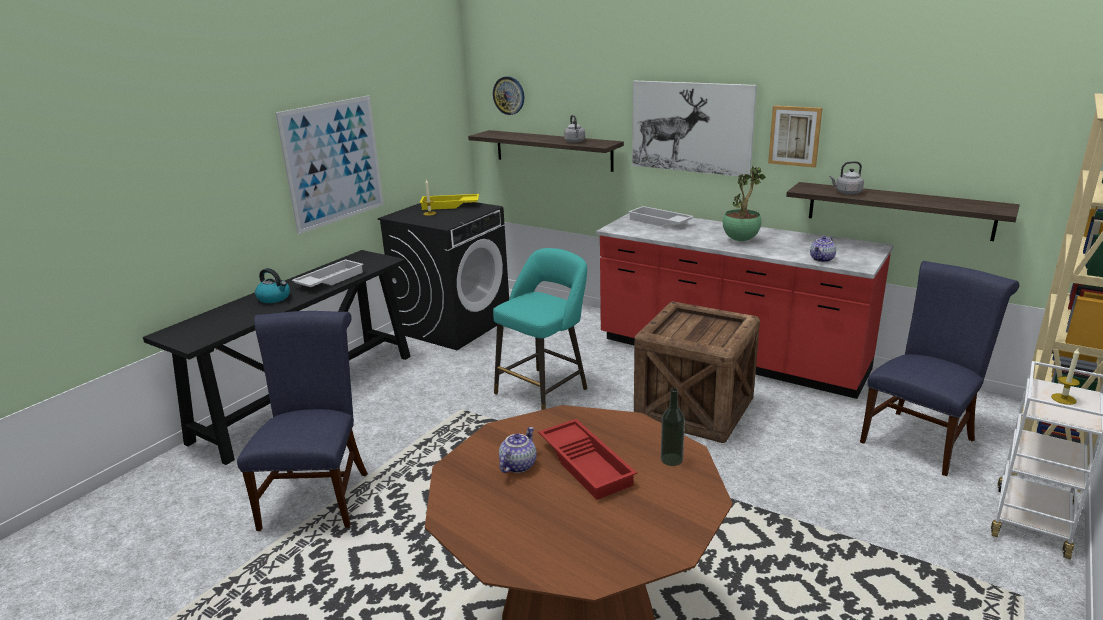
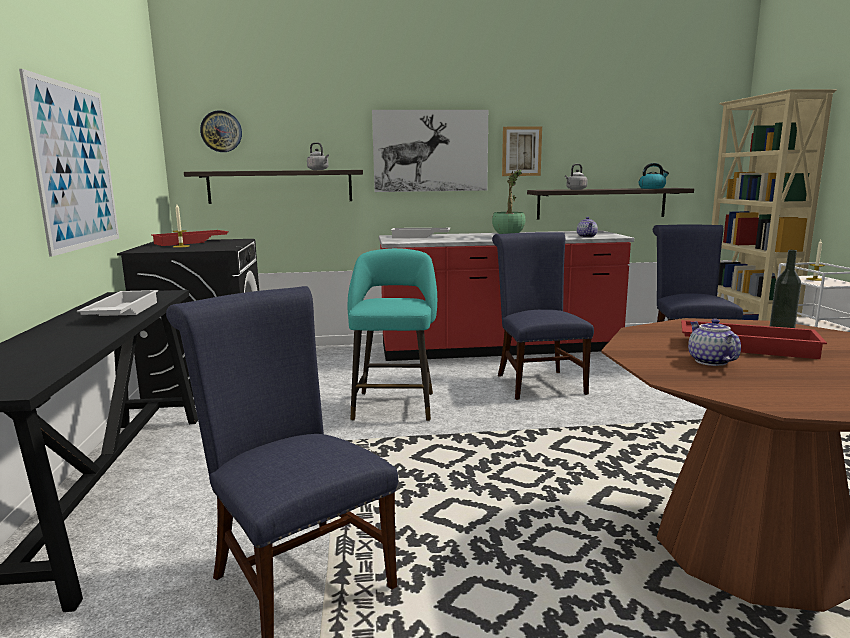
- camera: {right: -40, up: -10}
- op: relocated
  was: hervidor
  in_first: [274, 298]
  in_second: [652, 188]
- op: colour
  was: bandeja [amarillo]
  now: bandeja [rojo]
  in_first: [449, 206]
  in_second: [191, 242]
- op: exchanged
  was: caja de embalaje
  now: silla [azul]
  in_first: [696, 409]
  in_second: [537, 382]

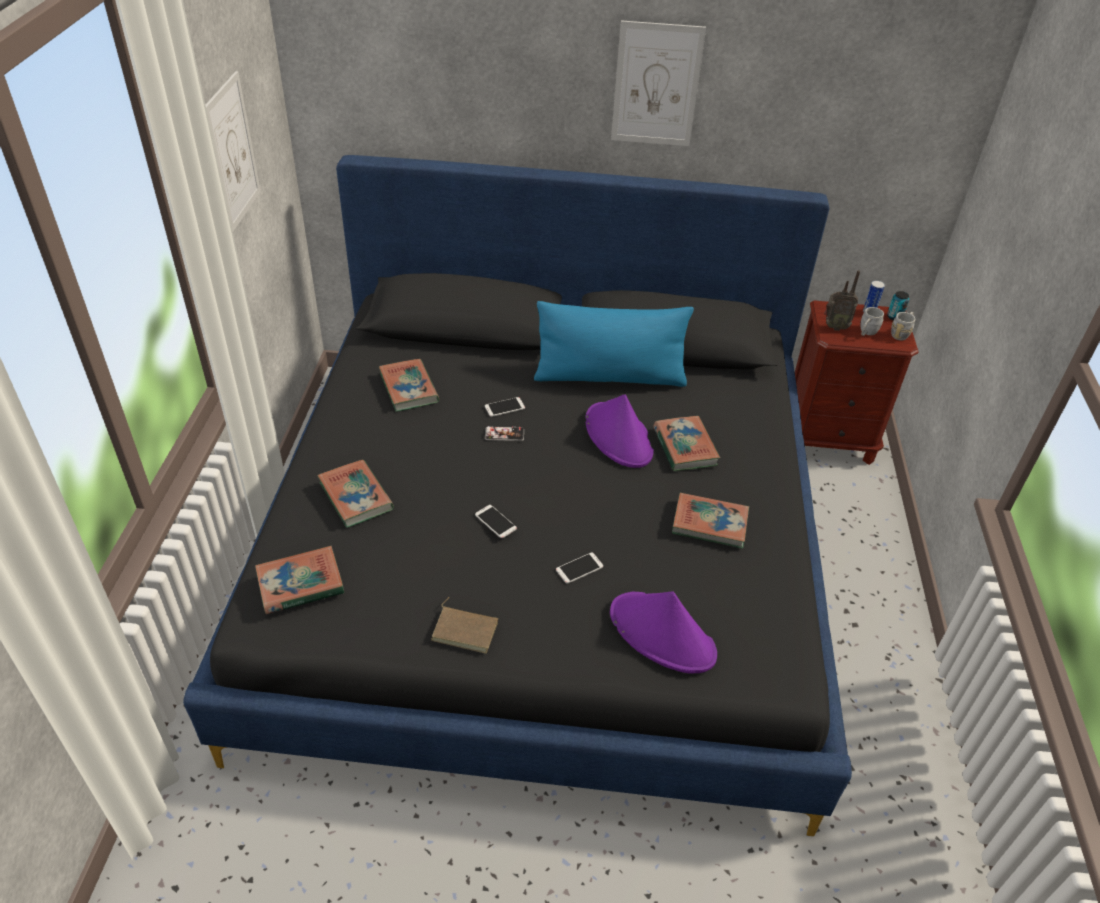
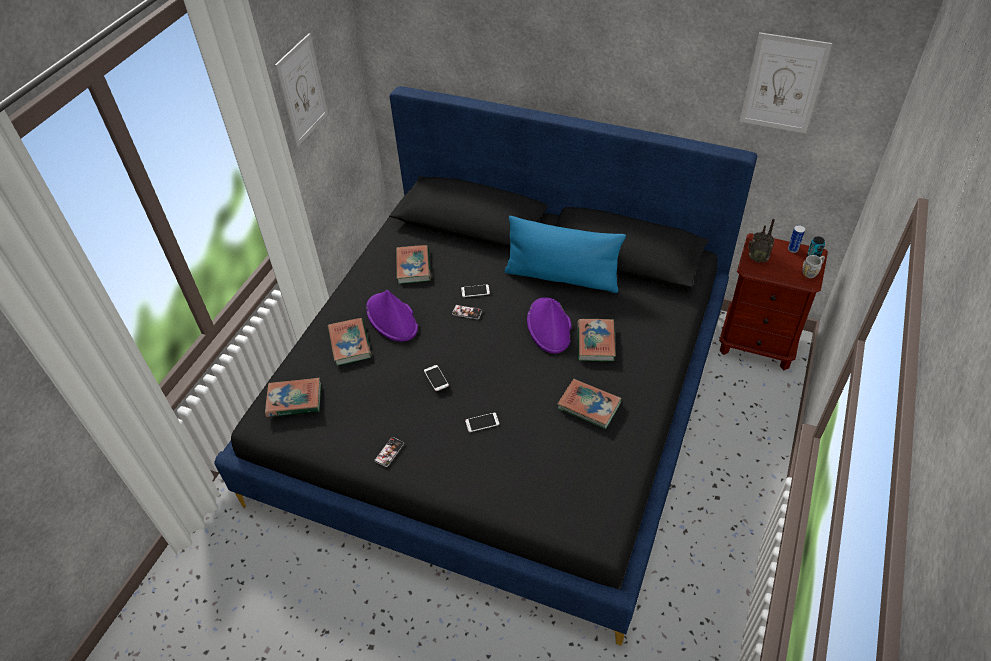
- camera: {right: 20, up: 5}
- op: exchanged
  was: libro [marrón]
  now: móvil
  in_first: [466, 630]
  in_second: [389, 452]
- op: relocated
  was: sombrero [morado]
  in_first: [662, 634]
  in_second: [392, 318]
- op: relocated
  was: cuadro
  in_first: [656, 85]
  in_second: [783, 84]
- op: missing
  was: taza grande [gris]
  in_first: [866, 333]

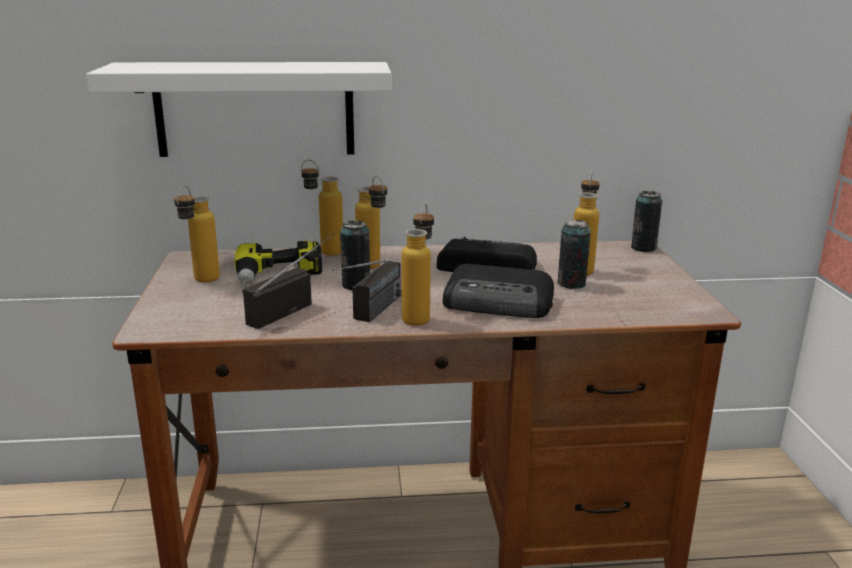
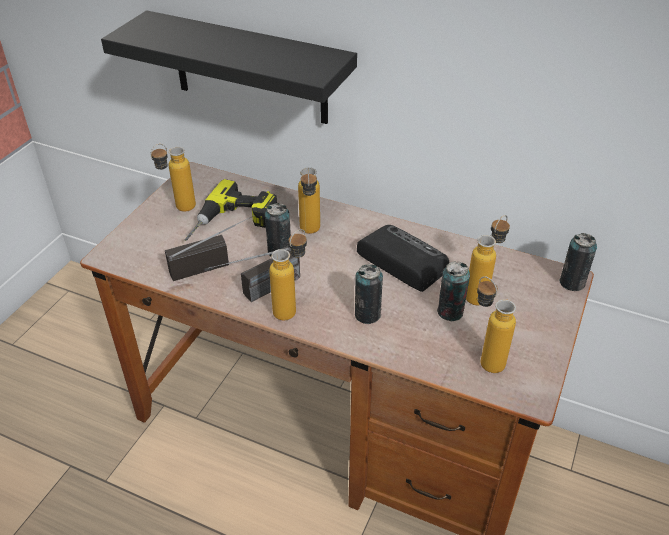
- camera: {right: 30, up: 20}
- op: colour
  was: estante [blanco]
  now: estante [negro]
  in_first: [255, 109]
  in_second: [249, 69]
- op: relocated
  was: botella
  in_first: [323, 251]
  in_second: [484, 358]
- op: exchanged
  was: radio
  now: lata
  in_first: [499, 302]
  in_second: [367, 314]

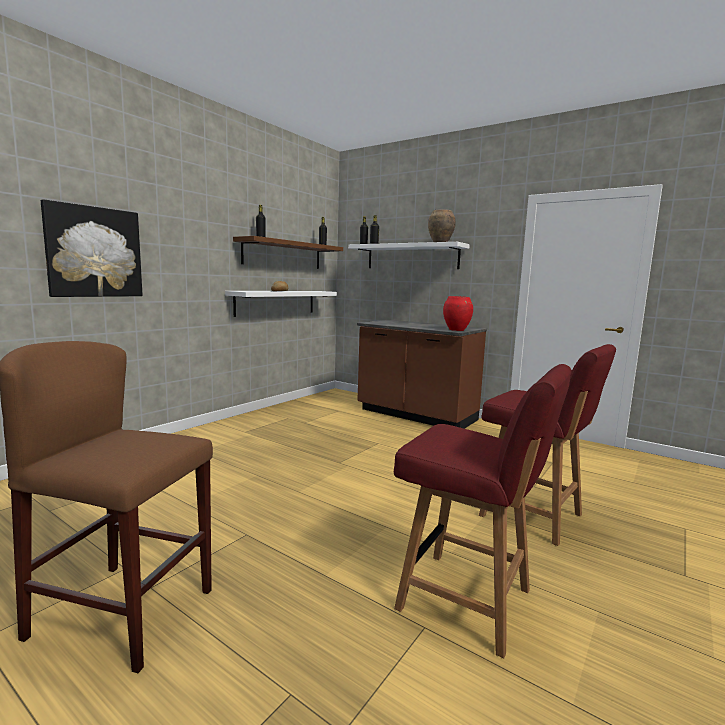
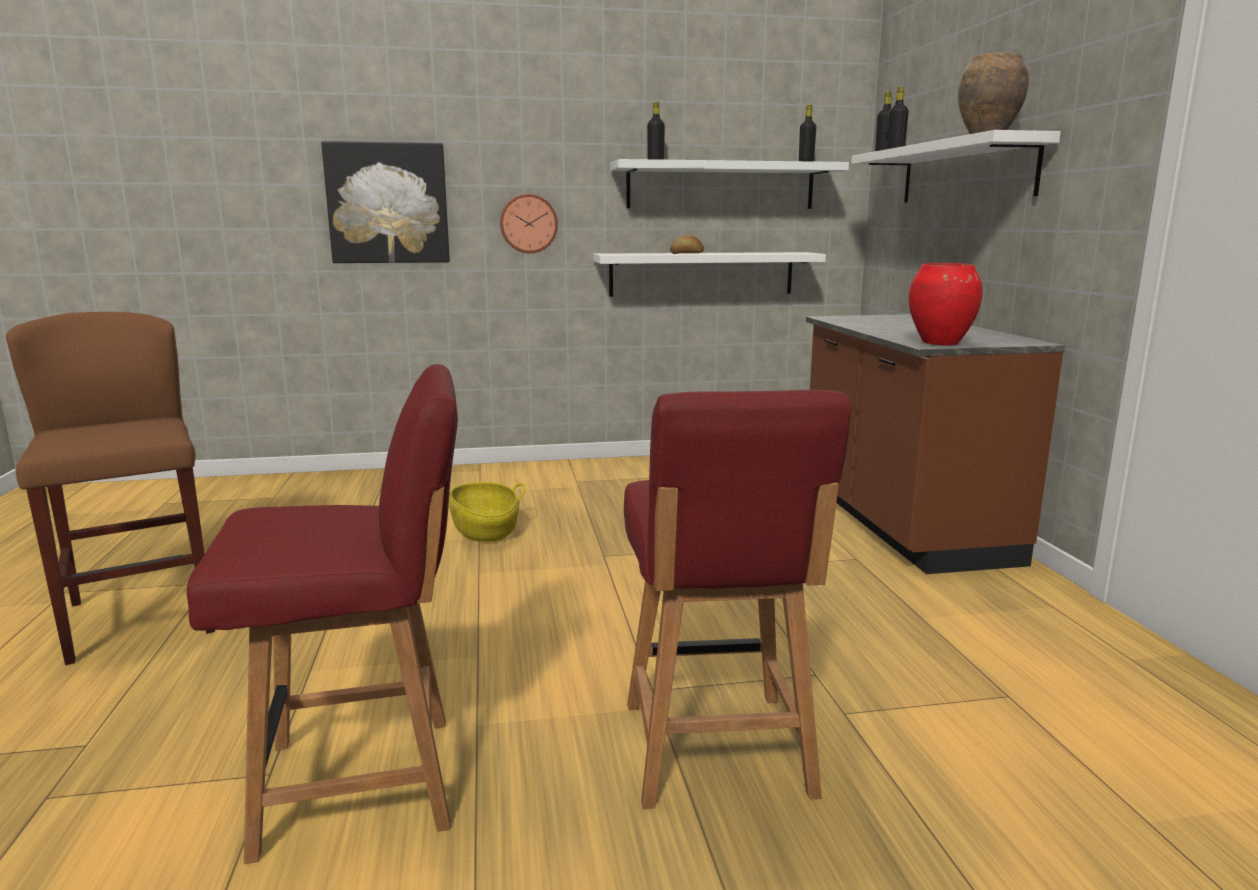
- camera: {right: 45, up: 5}
- op: colour
  was: estante [marrón]
  now: estante [blanco]
  in_first: [283, 254]
  in_second: [721, 186]
- op: spun
  was: silla [rojo]
  in_first: [468, 601]
  in_second: [364, 783]
  clockwise: -90
- op: appeared
  now: cesta
  in_second: [485, 530]
- op: appeared
  now: reloj de pared
  in_second: [528, 223]

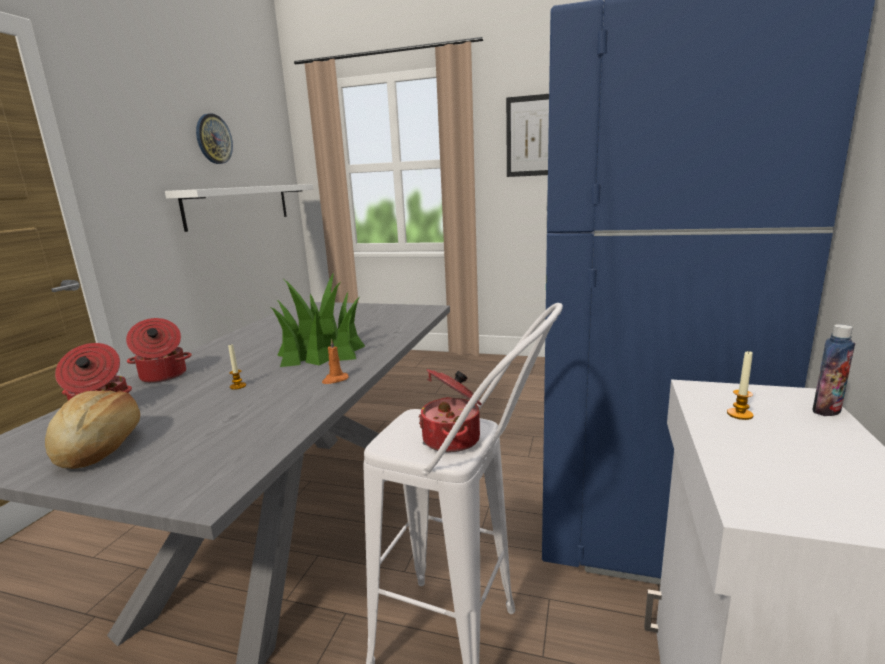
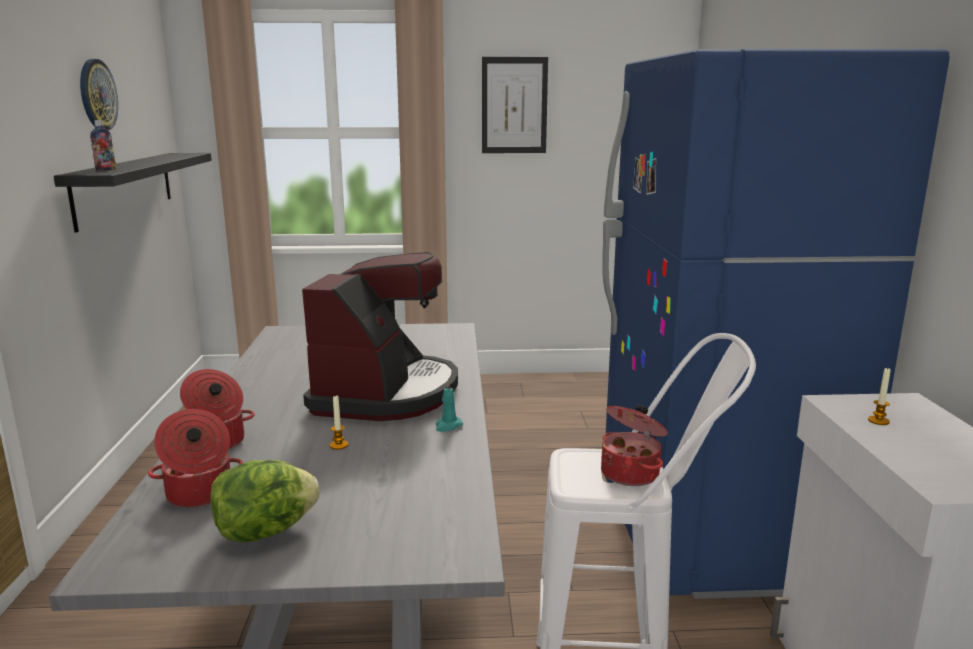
- camera: {right: -20, up: 0}
- op: exchanged
  was: pan
  now: lechuga
  in_first: [100, 446]
  in_second: [265, 532]
- op: colour
  was: estante [blanco]
  now: estante [negro]
  in_first: [239, 205]
  in_second: [125, 187]
- op: exchanged
  was: planta en maceta
  now: cafetera
  in_first: [320, 351]
  in_second: [386, 393]
- op: colour
  was: vela [naranja]
  now: vela [turquesa]
  in_first: [335, 380]
  in_second: [448, 426]
- op: relocated
  was: botella
  in_first: [826, 410]
  in_second: [106, 169]

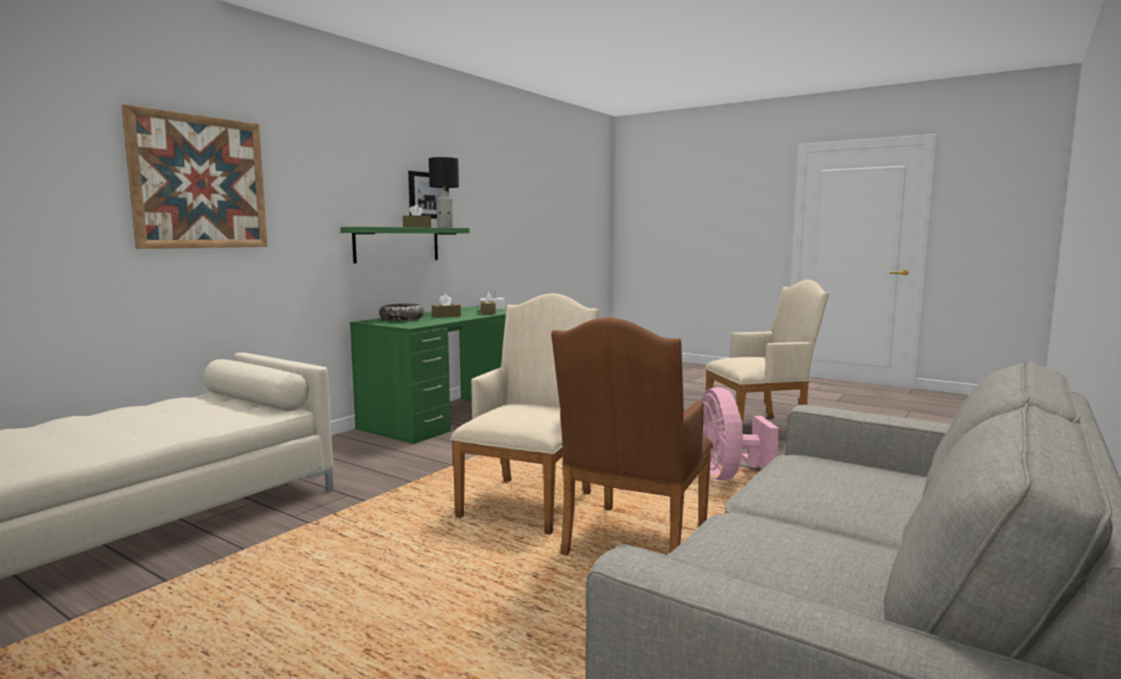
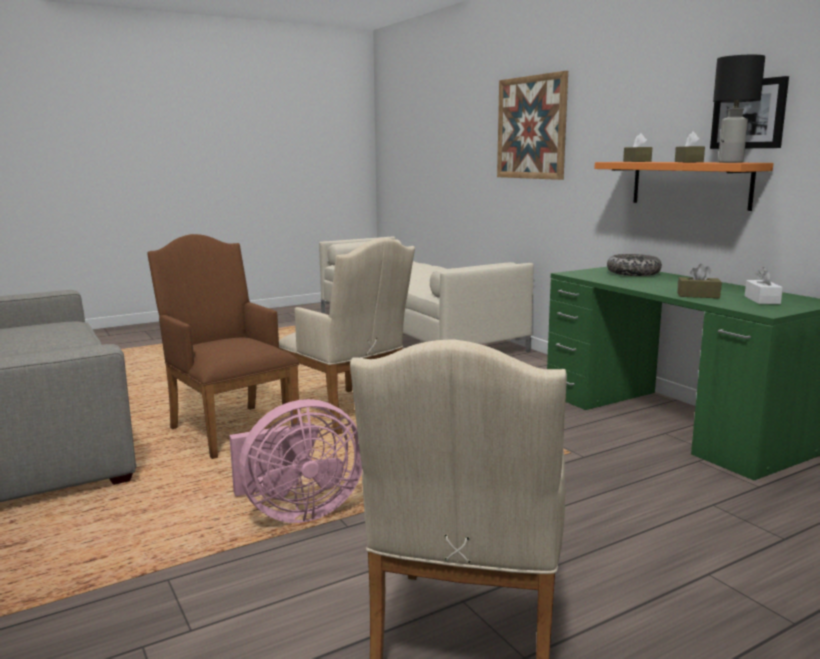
- camera: {right: 115, up: 5}
- op: colour
  was: estante [verde]
  now: estante [naranja]
  in_first: [397, 244]
  in_second: [690, 184]
- op: relocated
  was: caja de pañuelos [marrón]
  in_first: [446, 316]
  in_second: [637, 161]
- op: spun
  was: ventilador [rosa]
  in_first: [727, 475]
  in_second: [296, 512]
  clockwise: 135

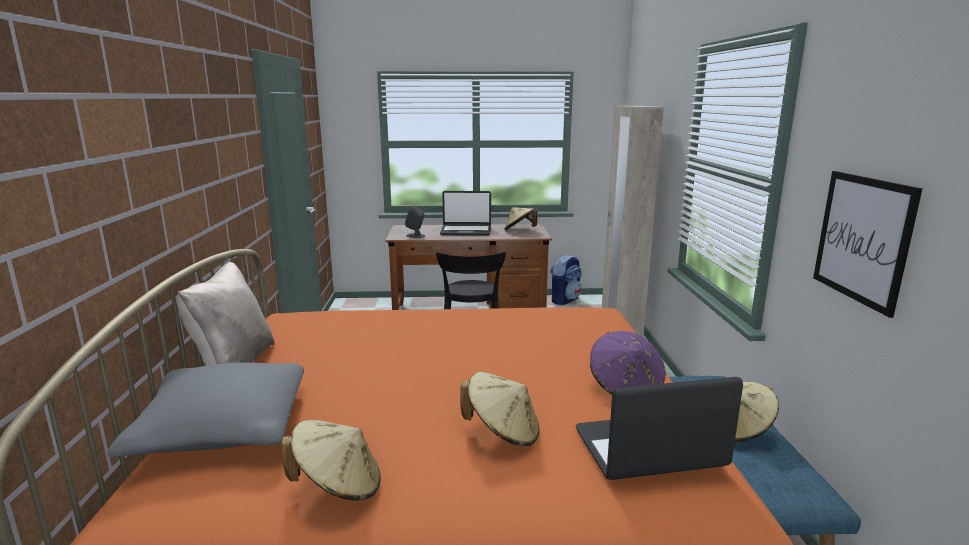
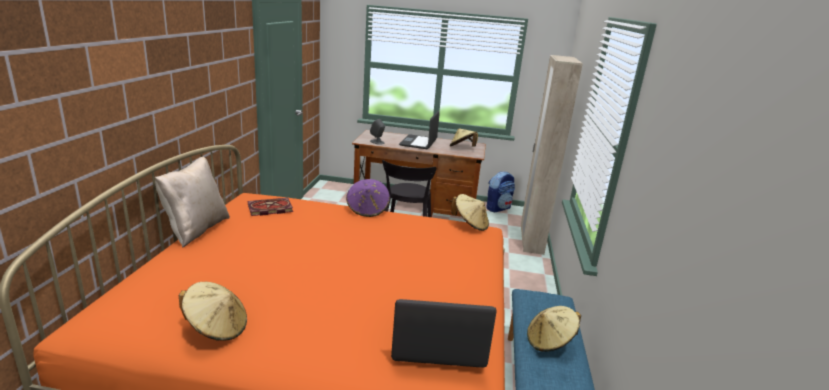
- camera: {right: 10, up: 5}
- op: missing
  was: cojín [gris]
  in_first: [223, 429]
- op: spun
  was: portátil
  in_first: [466, 231]
  in_second: [419, 143]
  clockwise: 90
- op: relocated
  was: sombrero [beis]
  in_first: [503, 432]
  in_second: [470, 224]
- op: relocated
  was: sombrero [morado]
  in_first: [625, 387]
  in_second: [367, 209]
- op: missing
  was: cuadro
  in_first: [862, 239]
- op: appeared
  now: libro
  in_second: [269, 209]

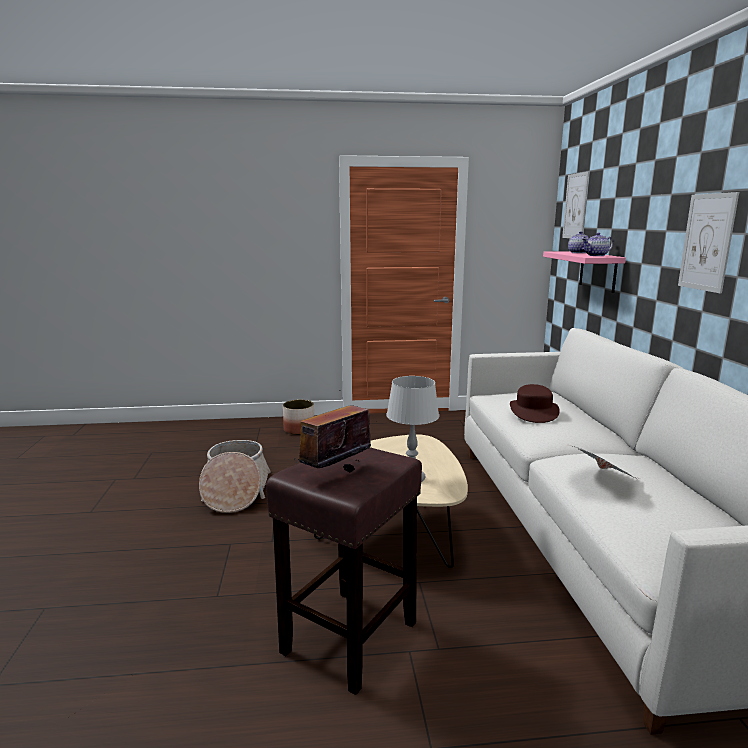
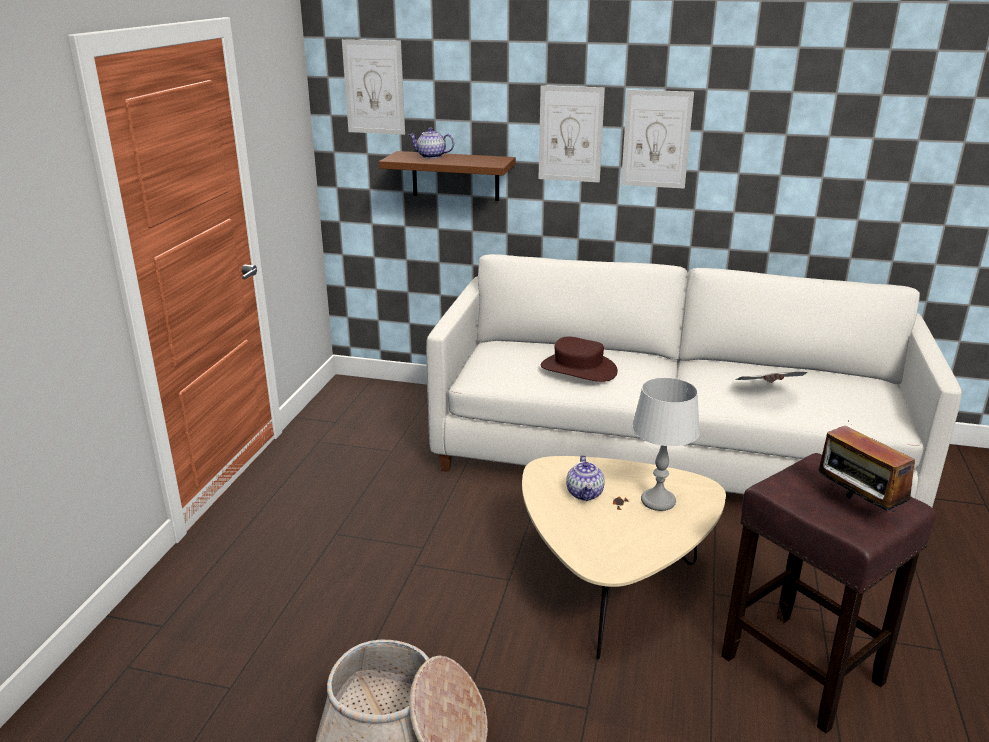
- camera: {right: -70, up: 10}
- op: missing
  was: maceta
  in_first: [299, 429]
- op: colour
  was: estante [rosa]
  now: estante [marrón]
  in_first: [598, 271]
  in_second: [455, 176]
- op: relocated
  was: tetera
  in_first: [596, 255]
  in_second: [585, 494]
- op: appeared
  now: cuadro
  in_second: [570, 134]

